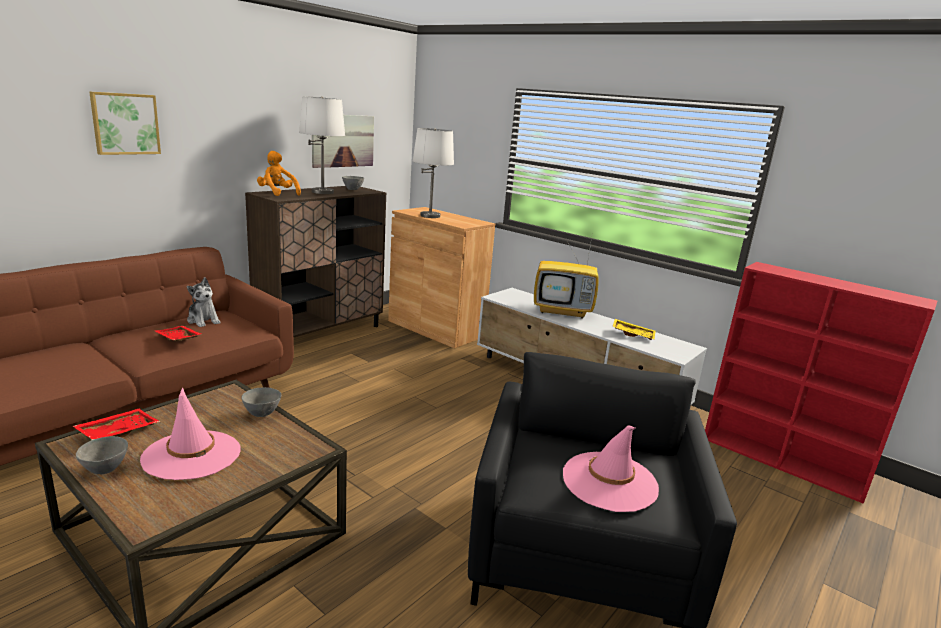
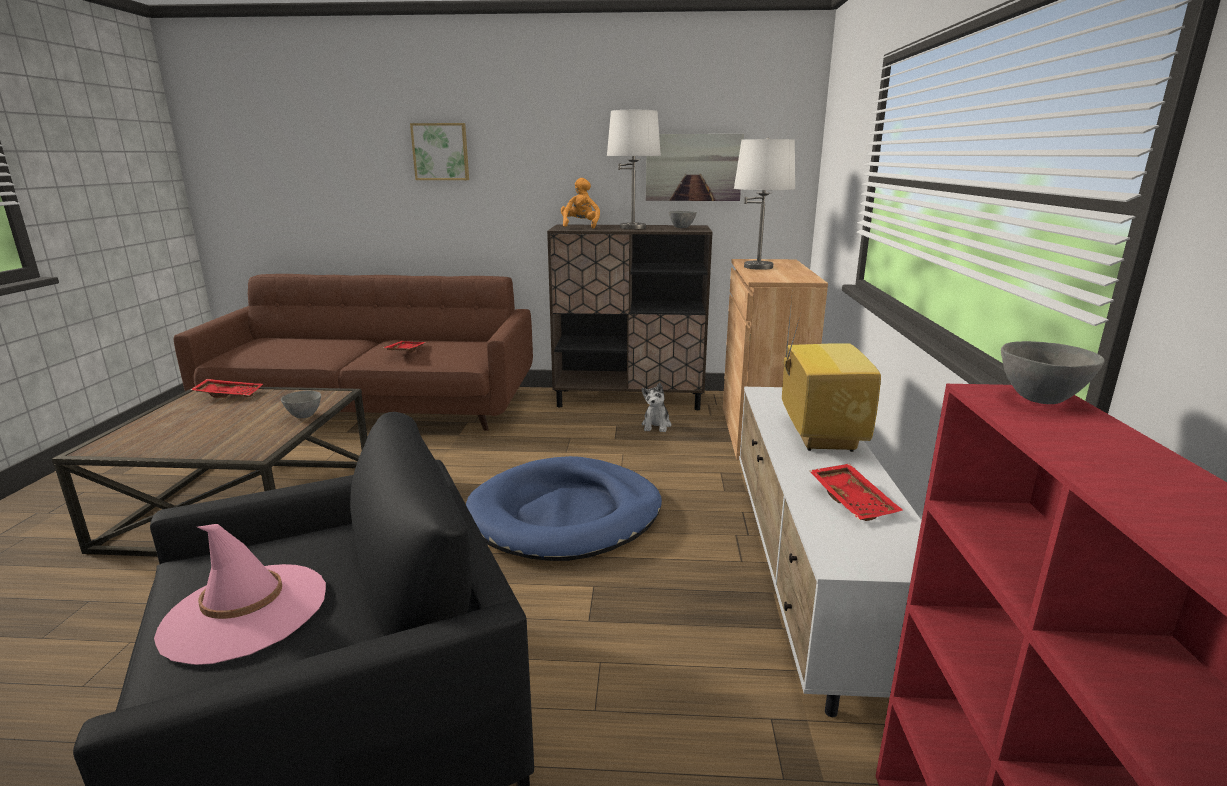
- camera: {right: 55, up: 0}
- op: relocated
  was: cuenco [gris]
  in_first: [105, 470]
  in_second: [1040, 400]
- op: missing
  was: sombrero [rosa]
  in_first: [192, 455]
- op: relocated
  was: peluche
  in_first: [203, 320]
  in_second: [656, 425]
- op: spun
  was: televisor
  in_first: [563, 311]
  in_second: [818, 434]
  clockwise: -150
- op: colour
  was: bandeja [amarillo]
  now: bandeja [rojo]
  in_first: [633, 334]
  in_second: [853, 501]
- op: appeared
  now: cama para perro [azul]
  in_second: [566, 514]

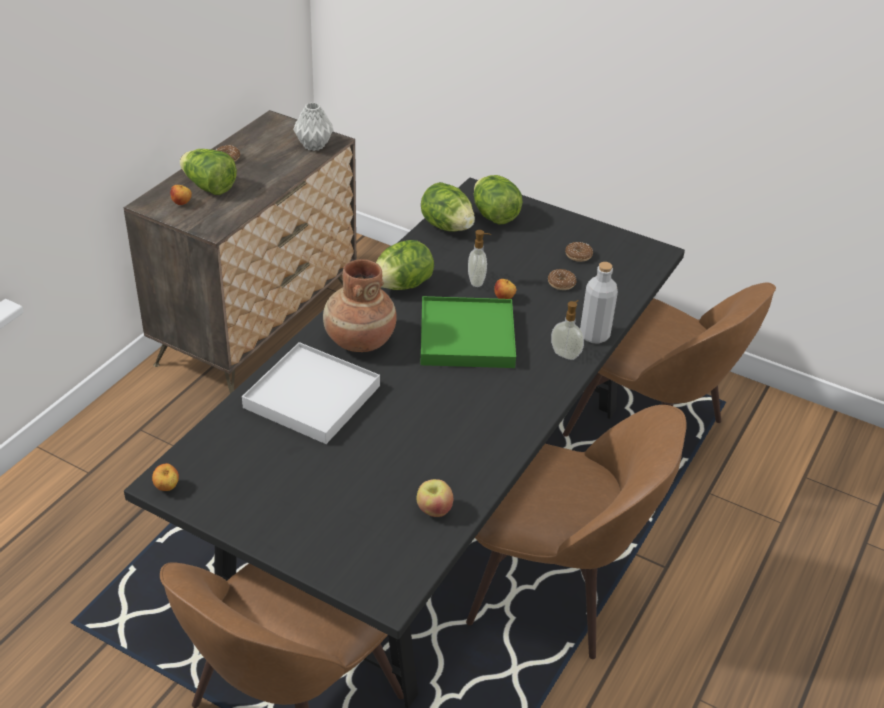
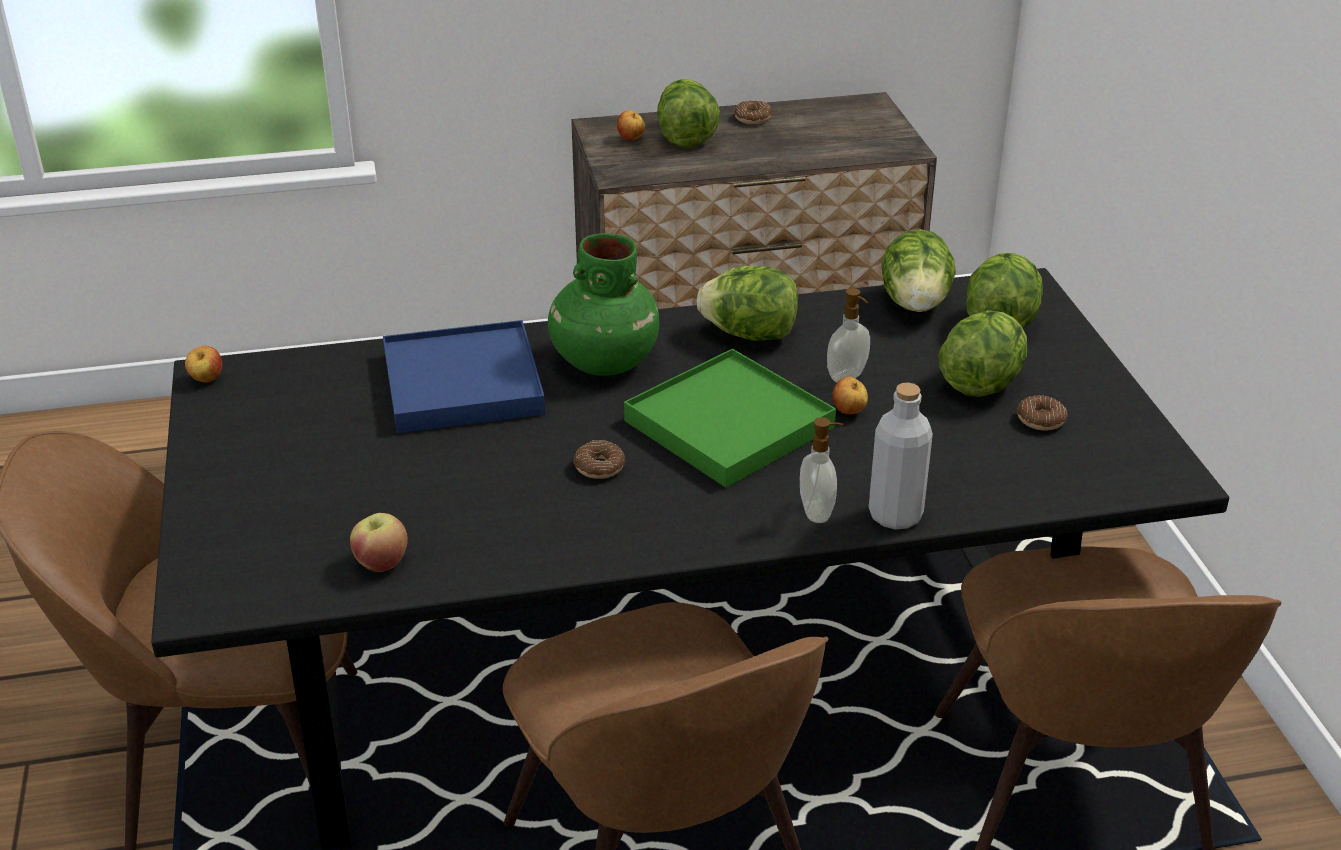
- camera: {right: 50, up: -5}
- op: colour
  was: bandeja [blanco]
  now: bandeja [azul]
  in_first: [312, 397]
  in_second: [462, 384]
- op: missing
  was: florero [gris]
  in_first: [313, 146]
- op: colour
  was: florero [marrón]
  now: florero [verde]
  in_first: [359, 341]
  in_second: [603, 361]
- op: relocated
  was: rosquilla
  in_first: [561, 283]
  in_second: [599, 467]
- op: appeared
  now: lechuga
  in_second: [981, 383]

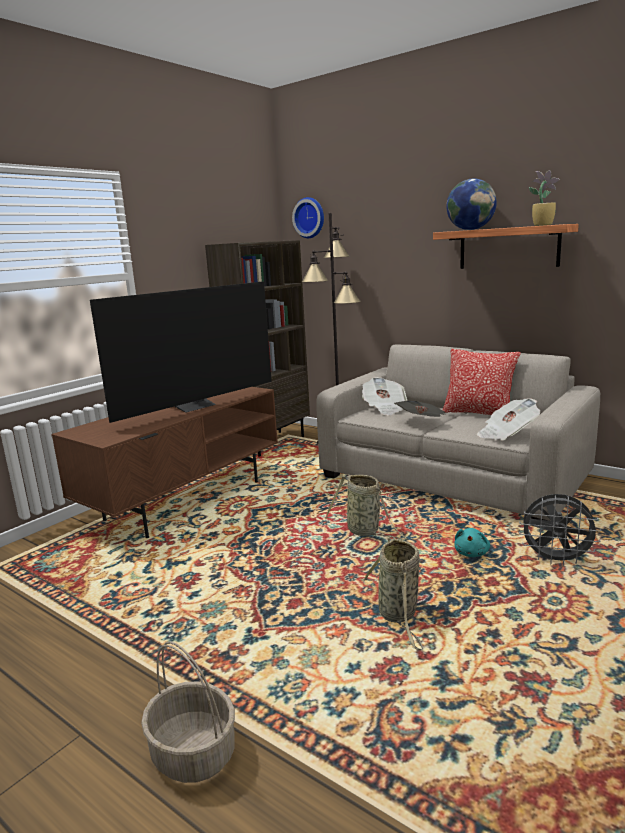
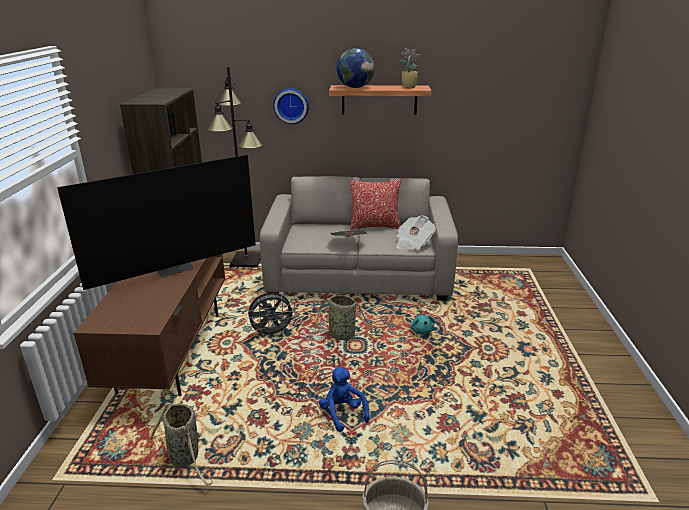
- camera: {right: -35, up: 10}
- op: spun
  was: televisor
  in_first: [194, 406]
  in_second: [175, 268]
  clockwise: 45
- op: relocated
  was: reloj de pared
  in_first: [310, 218]
  in_second: [291, 105]
- op: missing
  was: periódico
  in_first: [385, 408]
- op: relocated
  was: cesta
  in_first: [398, 615]
  in_second: [185, 458]
- op: relocated
  was: ventilador [gris]
  in_first: [556, 560]
  in_second: [272, 333]
- op: appeared
  now: peluche [azul]
  in_second: [342, 413]

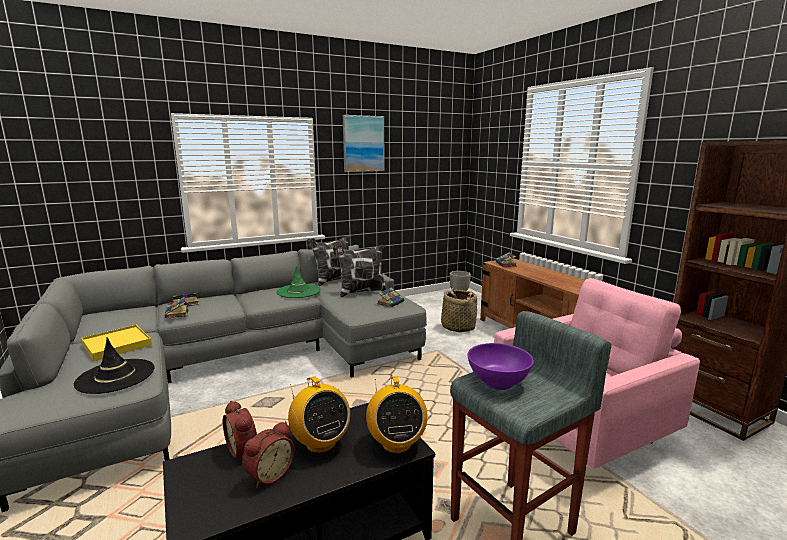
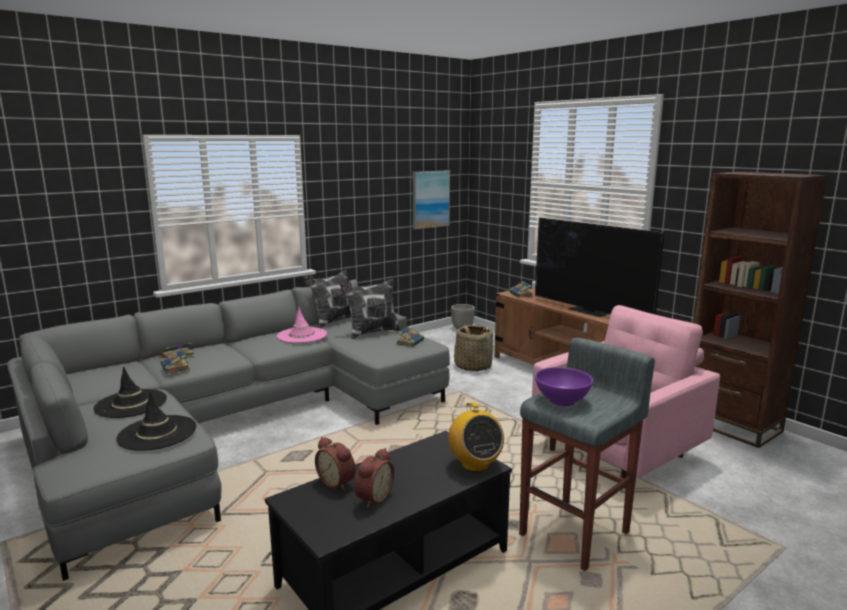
- camera: {right: -10, up: 0}
- op: exchanged
  was: bandeja [amarillo]
  now: sombrero [negro]
  in_first: [117, 345]
  in_second: [131, 404]
- op: colour
  was: sombrero [verde]
  now: sombrero [rosa]
  in_first: [298, 291]
  in_second: [302, 335]
- op: missing
  was: radio
  in_first: [320, 443]
- op: relocated
  was: cuadro
  in_first: [363, 144]
  in_second: [430, 199]
- op: appeared
  now: televisor
  in_second: [589, 311]

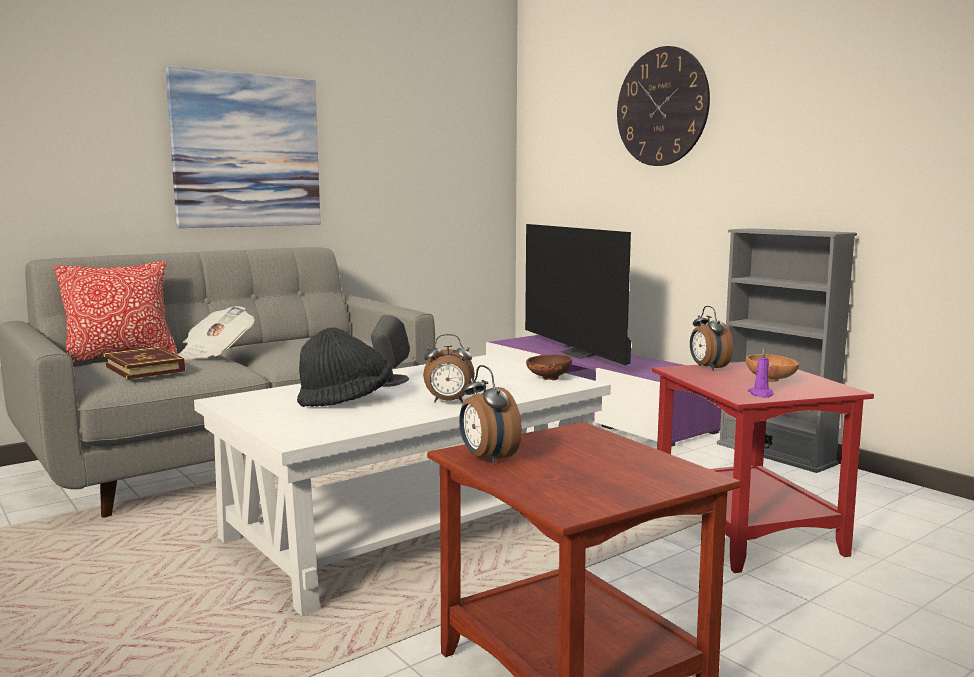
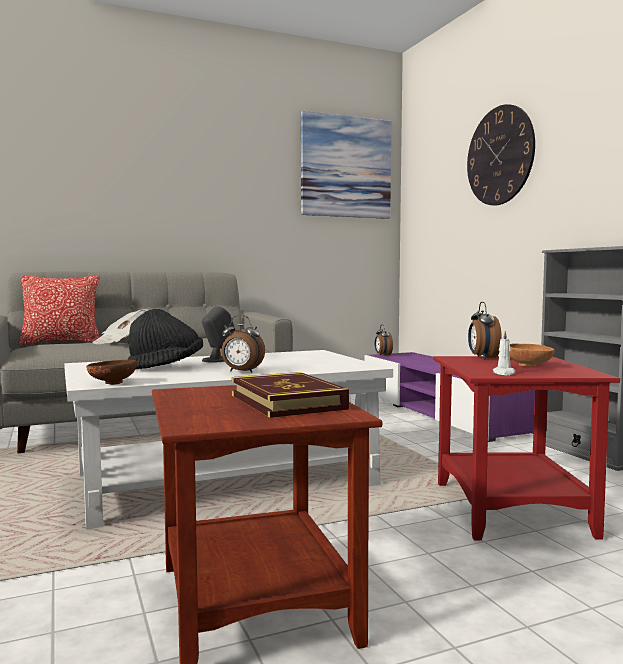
- camera: {right: 15, up: -5}
- op: relocated
  was: libro
  in_first: [144, 368]
  in_second: [286, 402]
- op: relocated
  was: cuadro
  in_first: [247, 151]
  in_second: [346, 167]
- op: relocated
  was: despertador
  in_first: [487, 458]
  in_second: [382, 355]
- op: missing
  was: televisor
  in_first: [581, 354]
- op: relocated
  was: cuenco [marrón]
  in_first: [548, 378]
  in_second: [112, 383]
- op: colour
  was: vela [morado]
  now: vela [blanco]
  in_first: [761, 394]
  in_second: [504, 373]

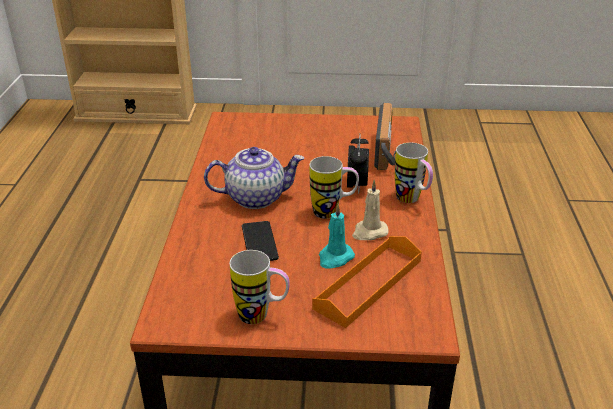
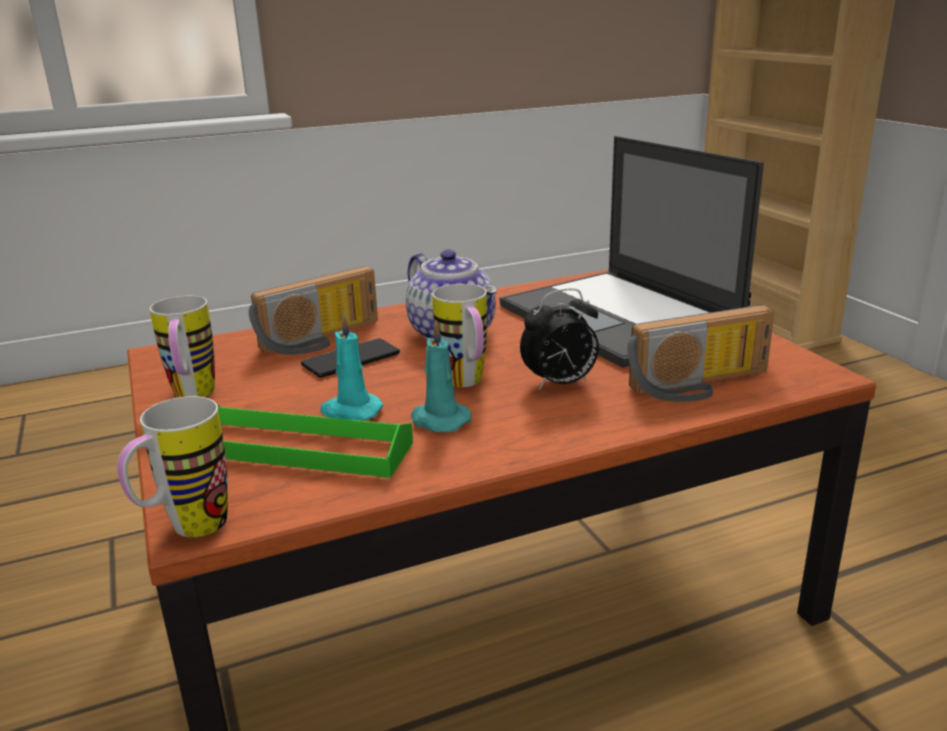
- camera: {right: 65, up: -10}
- op: colour
  was: bandeja [naranja]
  now: bandeja [verde]
  in_first: [368, 284]
  in_second: [300, 448]
- op: colour
  was: vela [beis]
  now: vela [turquesa]
  in_first: [369, 232]
  in_second: [438, 420]
- op: relocated
  was: taza grande
  in_first: [412, 201]
  in_second: [186, 531]
- op: appeared
  now: radio
  in_second: [322, 339]
- op: appeared
  now: portátil
  in_second: [620, 317]

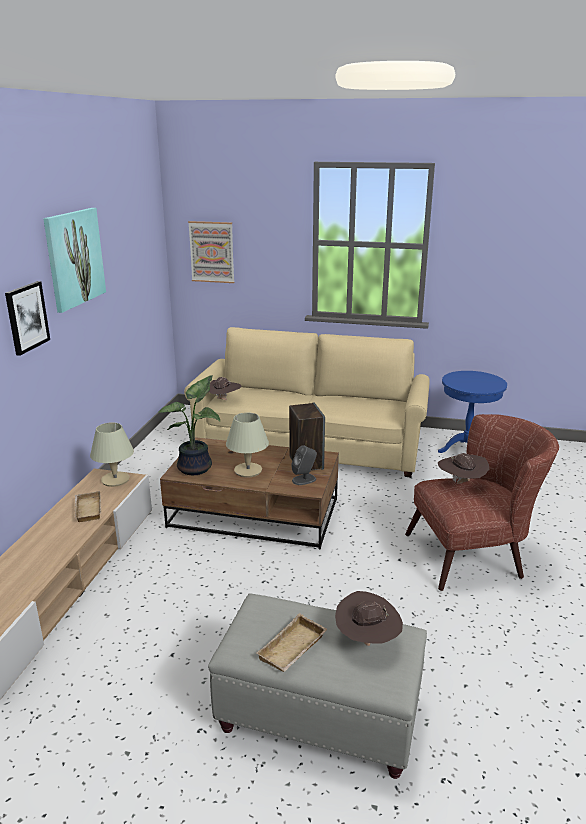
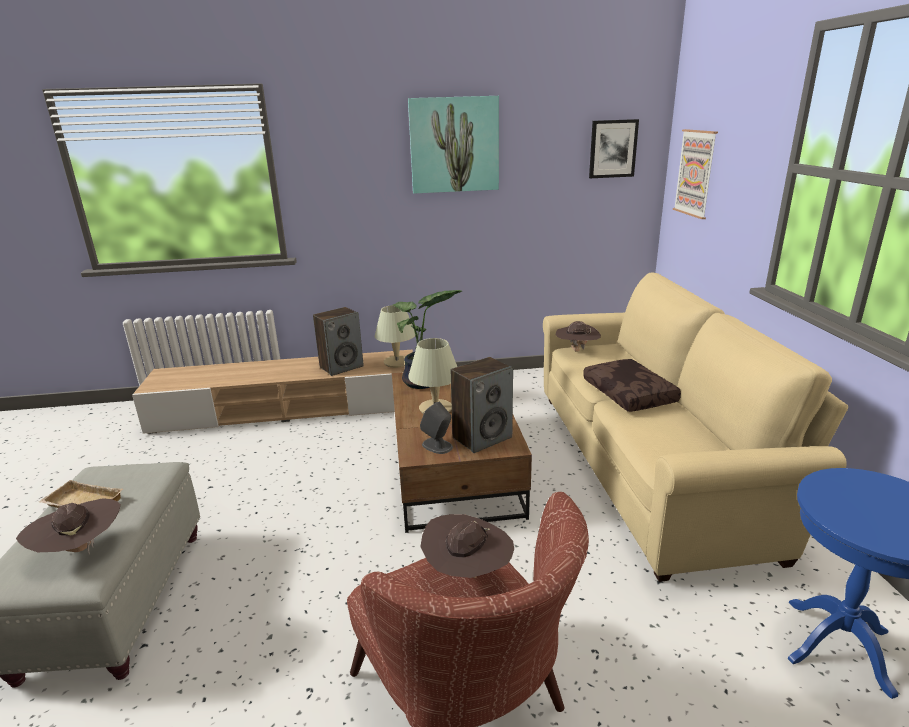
- camera: {right: 70, up: 0}
- op: relocated
  was: cuadro
  in_first: [26, 317]
  in_second: [612, 149]
- op: exchanged
  was: bandeja [beis]
  now: altavoz
  in_first: [87, 509]
  in_second: [341, 367]
- op: appeared
  now: cojín [marrón]
  in_second: [630, 394]

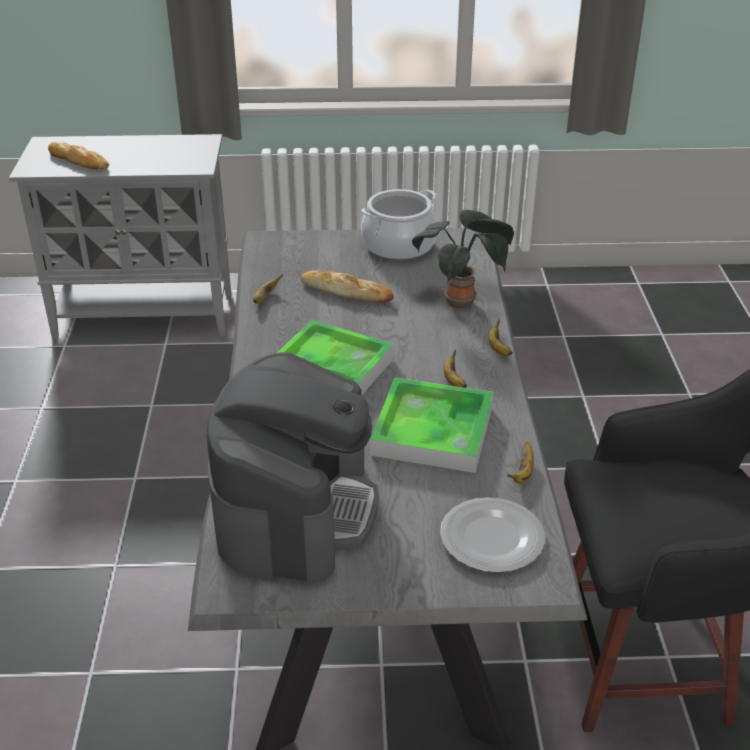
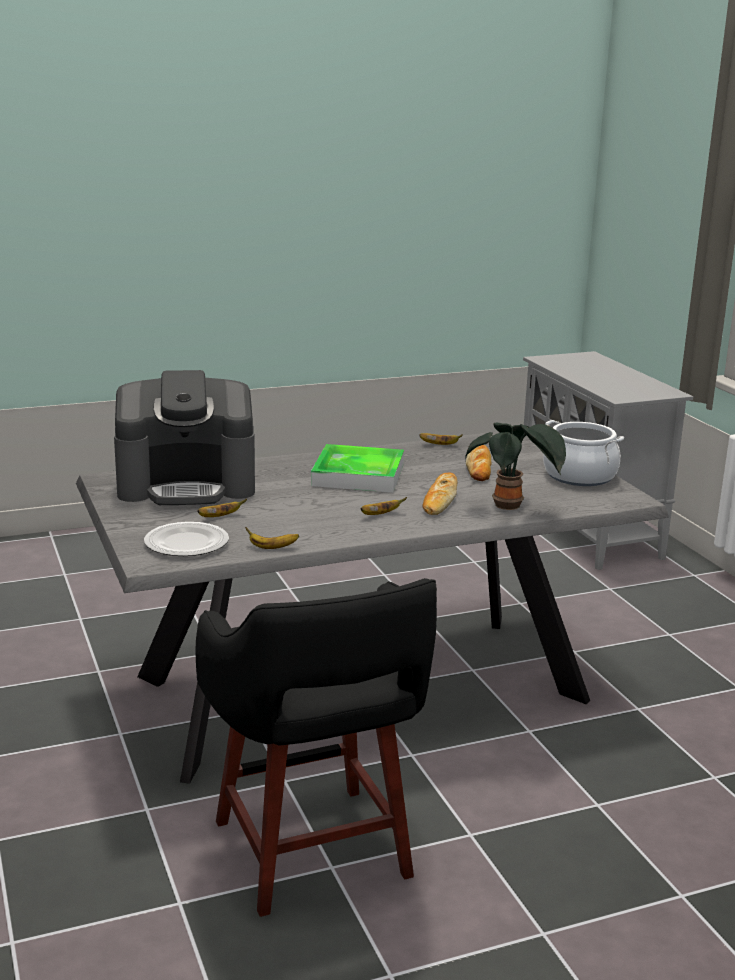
- camera: {right: 70, up: -15}
- op: relocated
  was: pan
  in_first: [78, 161]
  in_second: [440, 499]
- op: missing
  was: bandeja
  in_first: [432, 431]
- op: relocated
  was: plátano
  in_first: [498, 349]
  in_second: [220, 516]

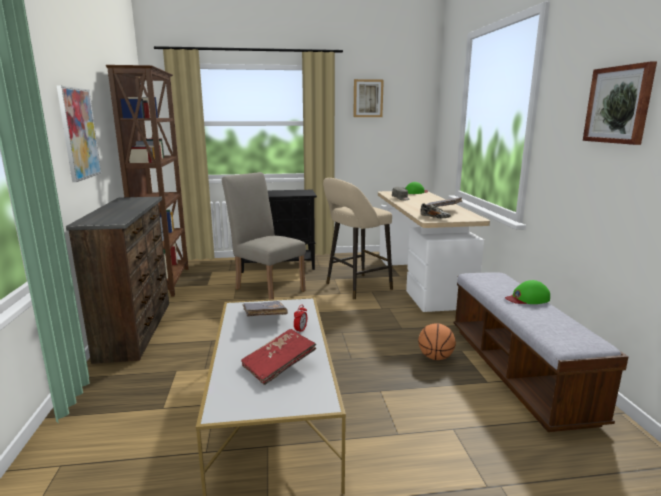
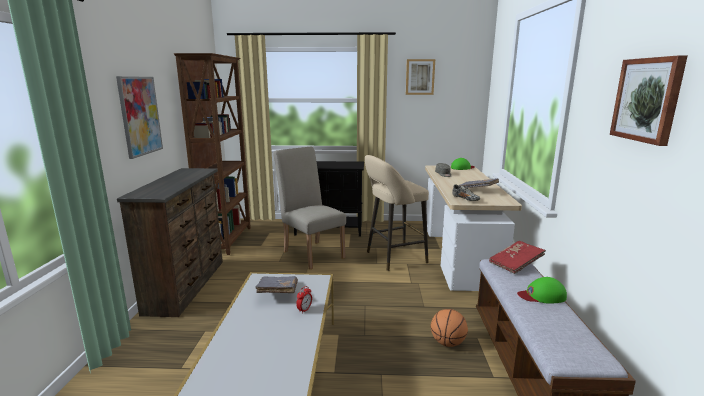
- camera: {right: 10, up: 0}
- op: relocated
  was: libro [rojo]
  in_first: [279, 365]
  in_second: [515, 264]

